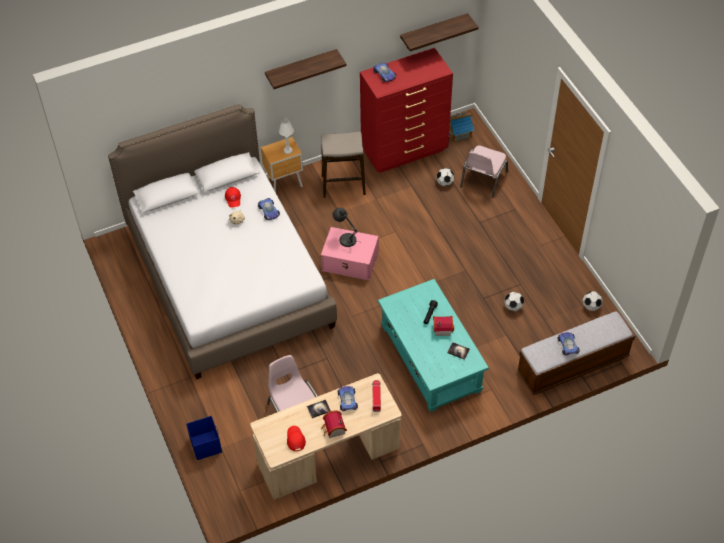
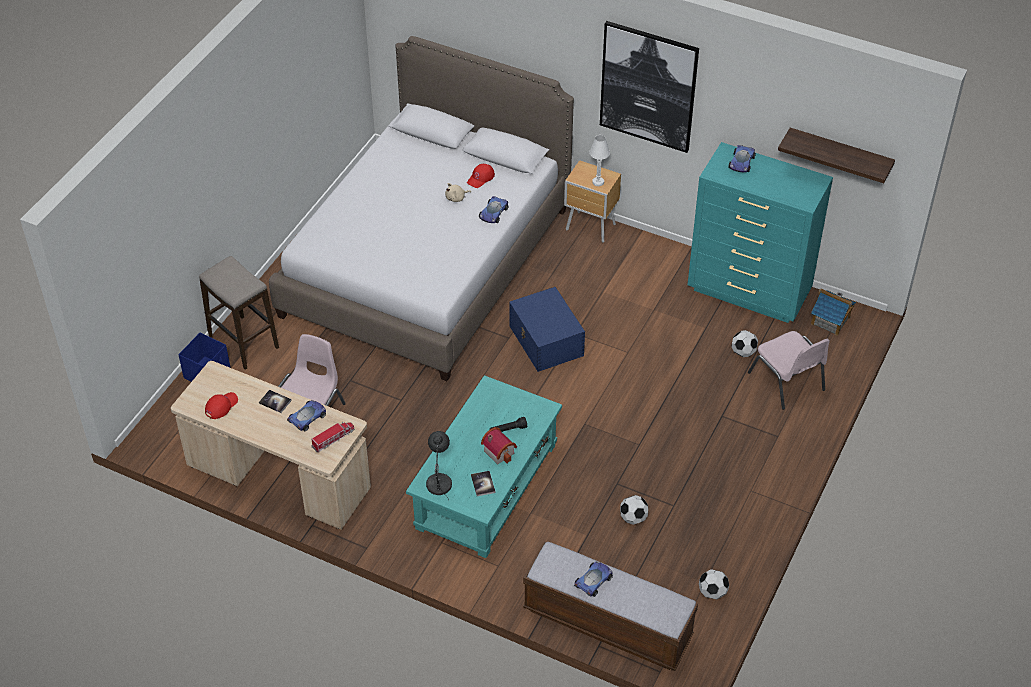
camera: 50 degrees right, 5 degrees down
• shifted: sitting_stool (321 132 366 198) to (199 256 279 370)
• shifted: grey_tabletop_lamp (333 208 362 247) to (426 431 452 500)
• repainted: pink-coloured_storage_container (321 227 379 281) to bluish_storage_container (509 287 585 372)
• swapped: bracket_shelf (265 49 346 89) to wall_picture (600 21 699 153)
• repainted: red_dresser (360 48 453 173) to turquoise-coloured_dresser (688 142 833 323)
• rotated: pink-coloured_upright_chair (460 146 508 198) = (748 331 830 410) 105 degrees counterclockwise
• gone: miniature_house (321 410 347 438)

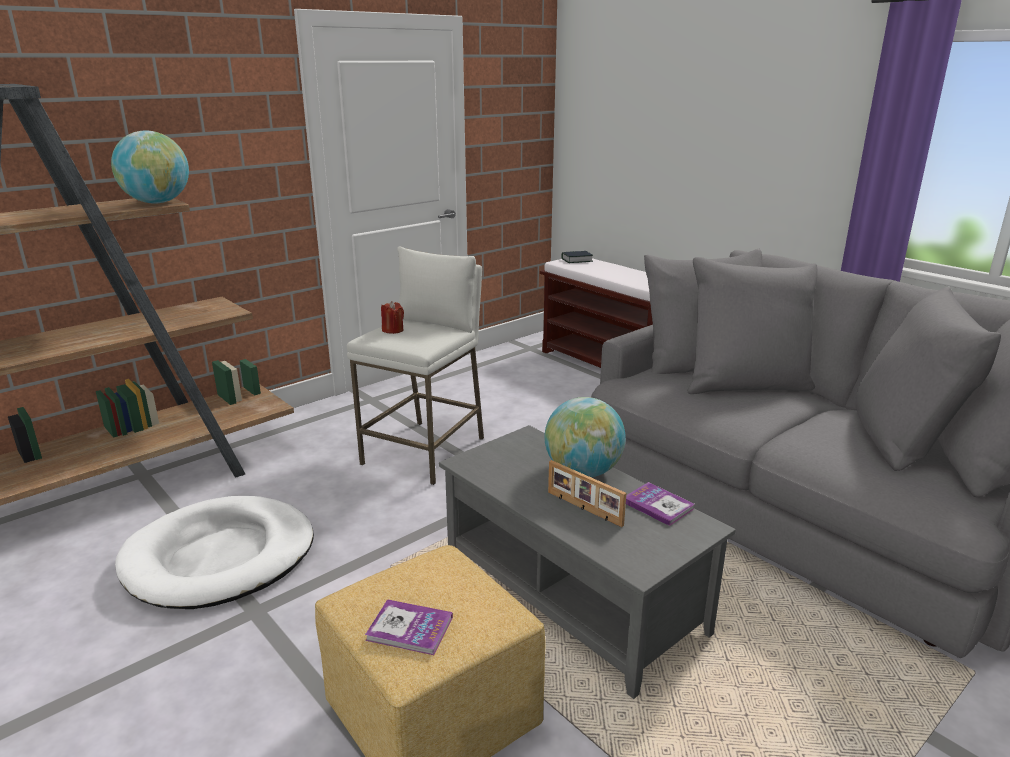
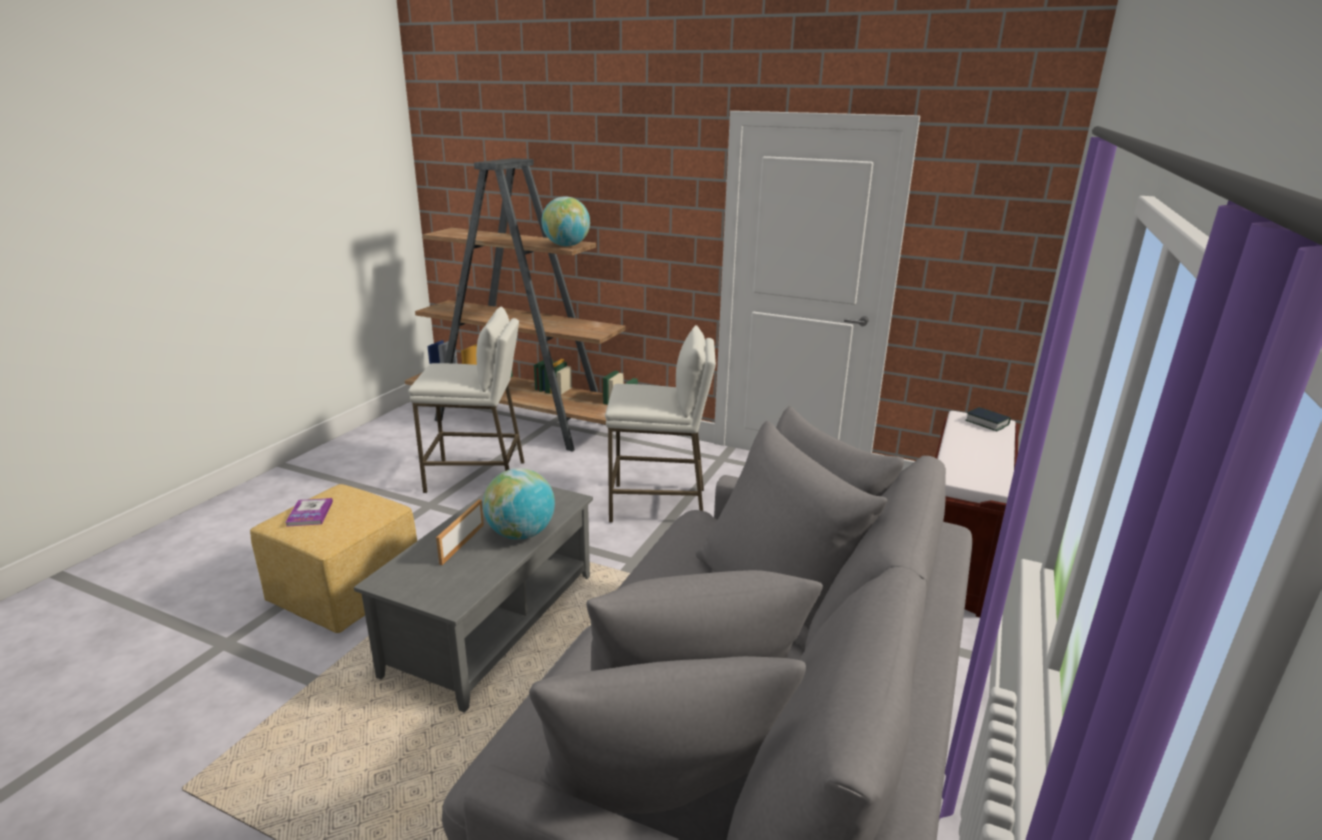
camera: 65 degrees right, 0 degrees up
• swapped: white-coloured_dog_bed (115 496 314 609) to white-coloured_sitting_stool (408 307 524 493)
• gone: red_candle (381 301 404 334)
• gone: bound_book (626 482 695 526)

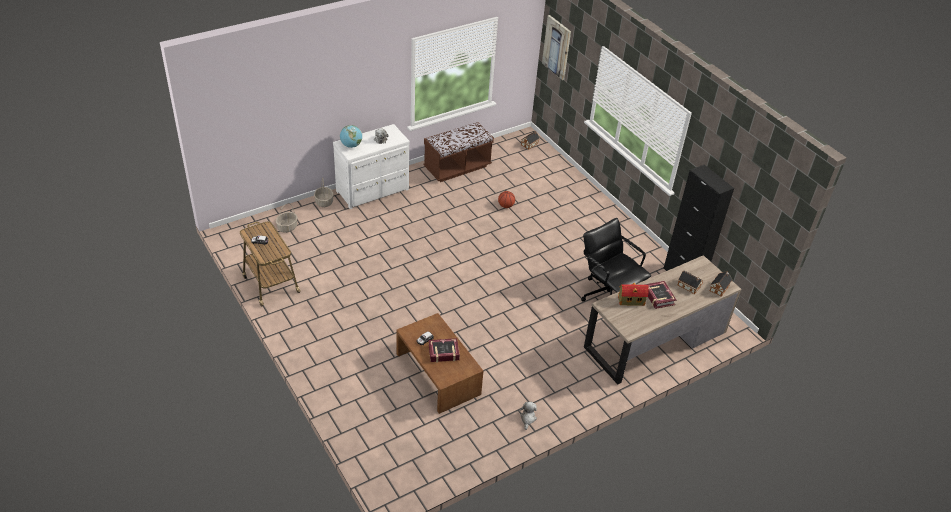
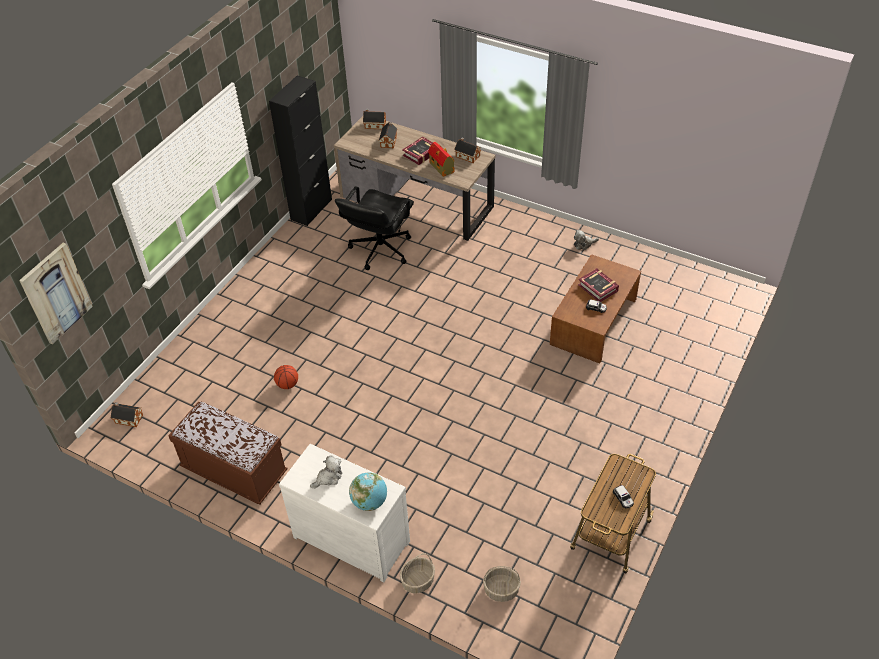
camera: 115 degrees left, 5 degrees up
• new: miniature_house (454 138 481 163)

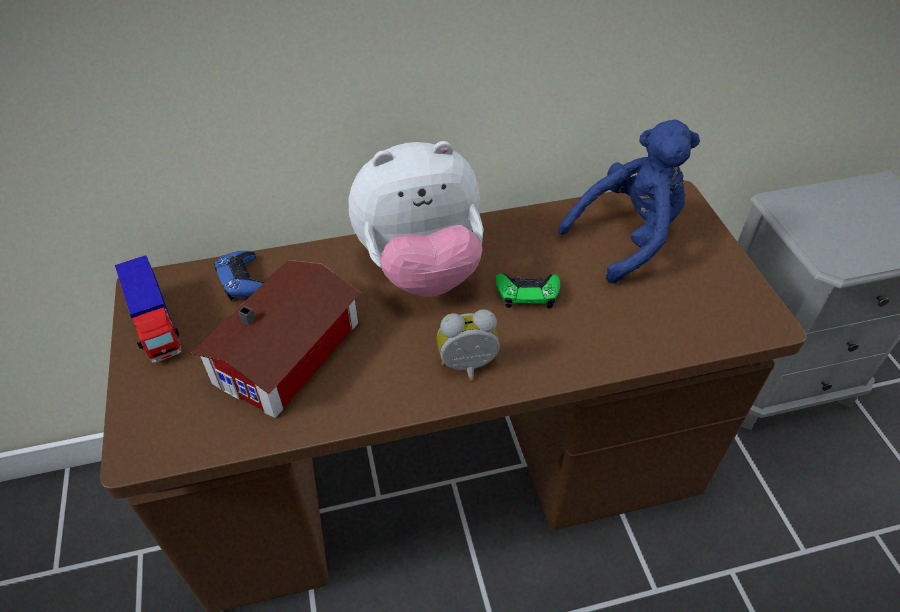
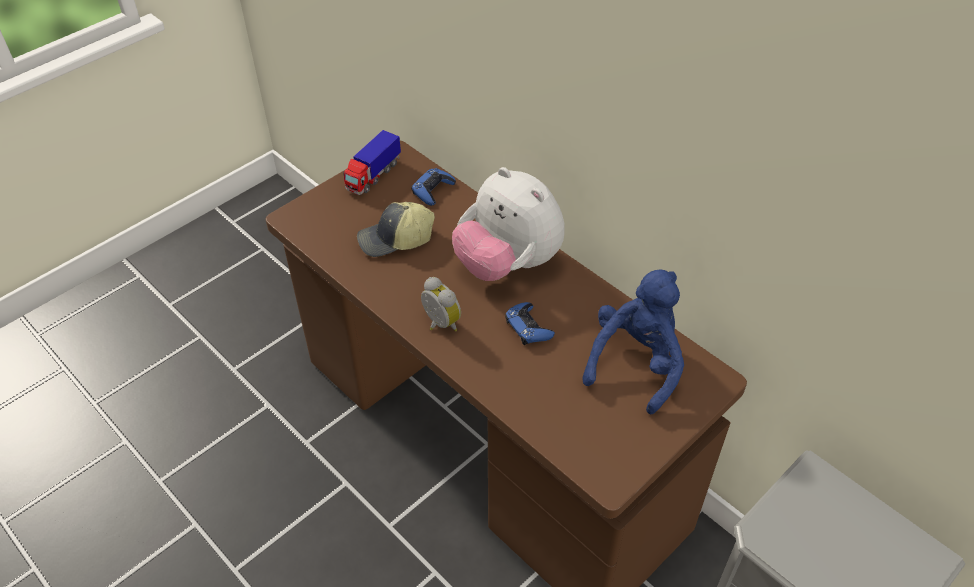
camera: 60 degrees right, 0 degrees up
• swapped: miniature_house (192 260 361 418) to baseball_cap (357 202 435 257)
• repainted: green-coloured_game_controller (496 273 560 309) to bluish_game_controller (505 302 555 345)
• rotated: bluish_cuddly_toy (558 119 700 284) = (582 269 684 415) 90 degrees counterclockwise

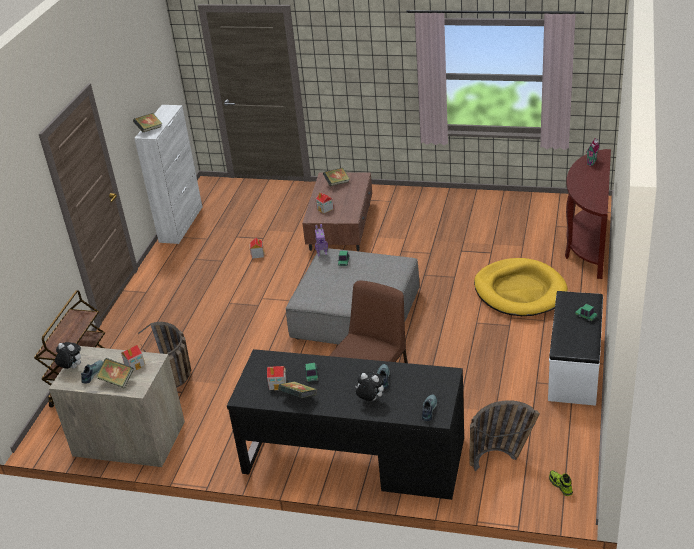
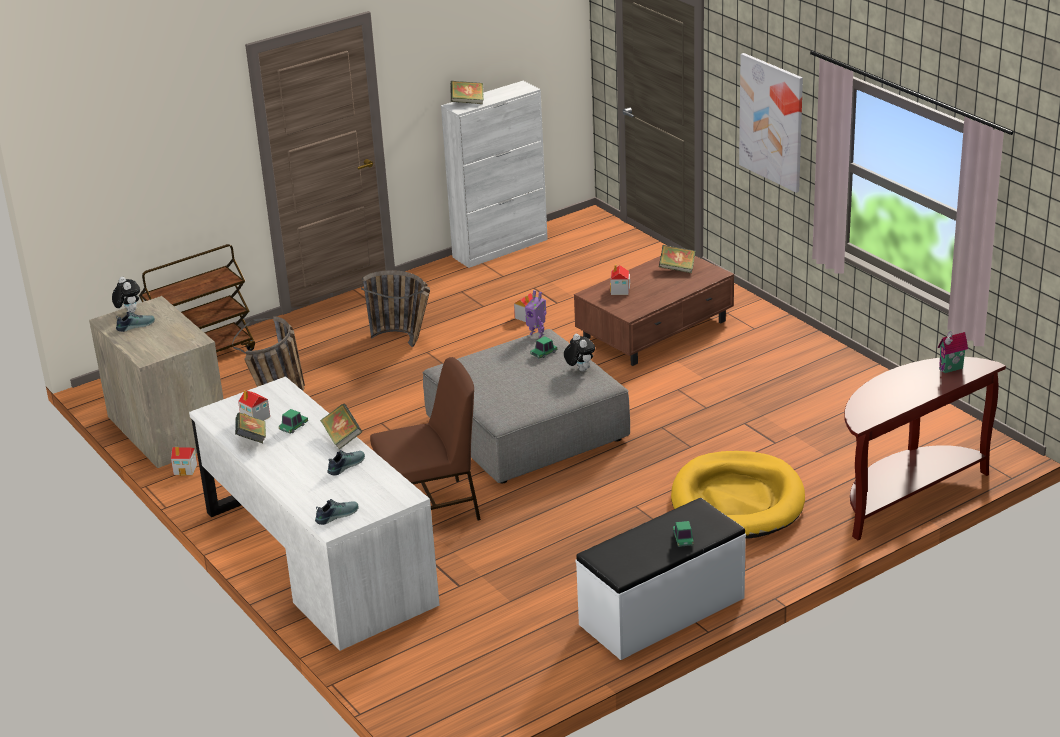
camera: 40 degrees right, 5 degrees down
• shifted: miniature_house (121 345 145 371) to (171 447 197 476)
• repainted: blackish_desk (227 349 464 500) to white-coloured_desk (189 376 440 651)
• shifted: bound_book (96 358 134 389) to (320 404 363 450)
• shifted: household_basket (469 400 540 471) to (361 270 430 347)
• shifted: cuddly_toy (355 372 384 401) to (564 334 595 371)
• new: wall_picture (739 53 803 193)
• gone: item_of_footwear (549 470 573 496)

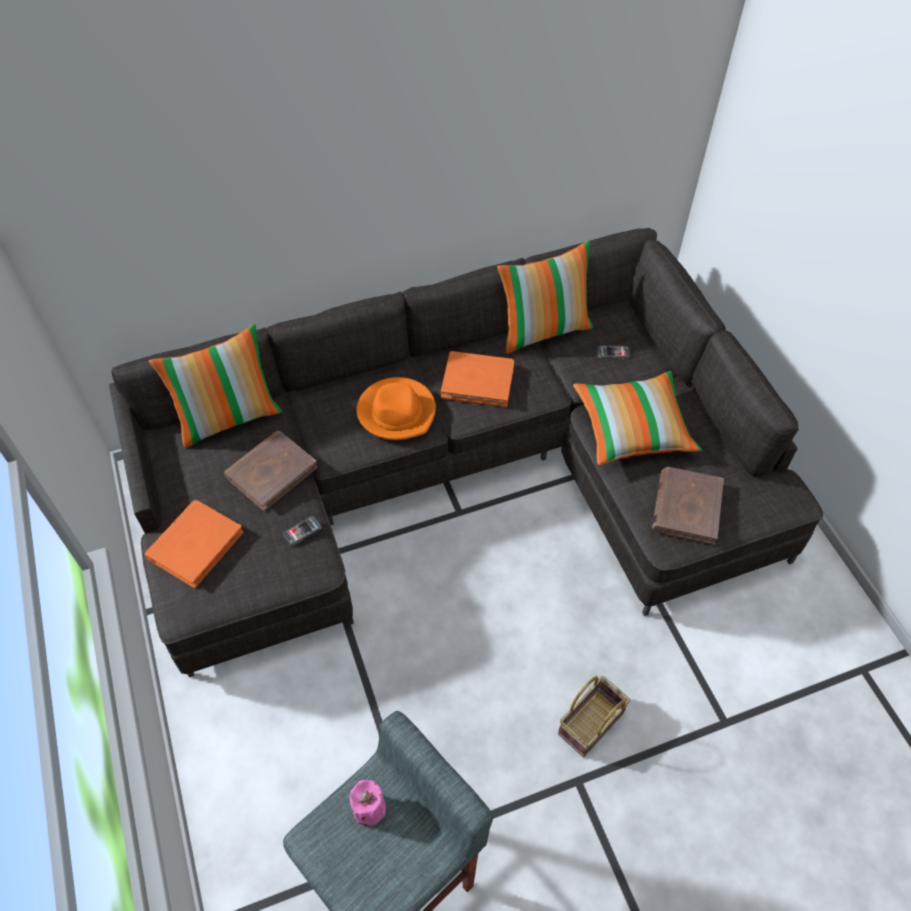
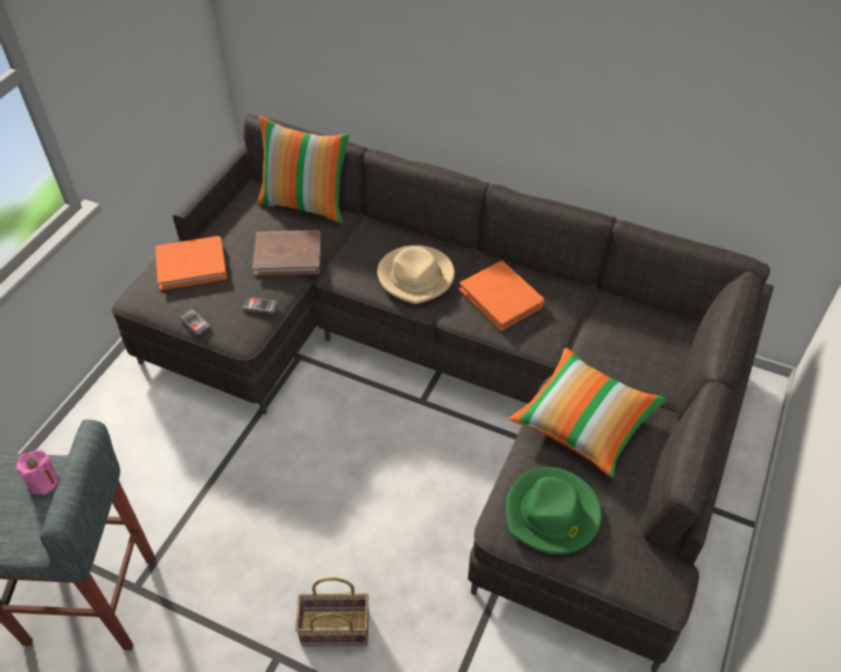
camera: 45 degrees right, 5 degrees down
• shifted: handset (597 345 630 359) to (179 309 211 335)
• repainted: orangey_clothing_hat (356 377 436 440) to sand-coloured_clothing_hat (377 245 455 304)
• swapped: brownish_bound_book (652 467 724 545) to green-coloured_clothing_hat (506 467 602 554)
• gone: cushion (497 240 593 354)

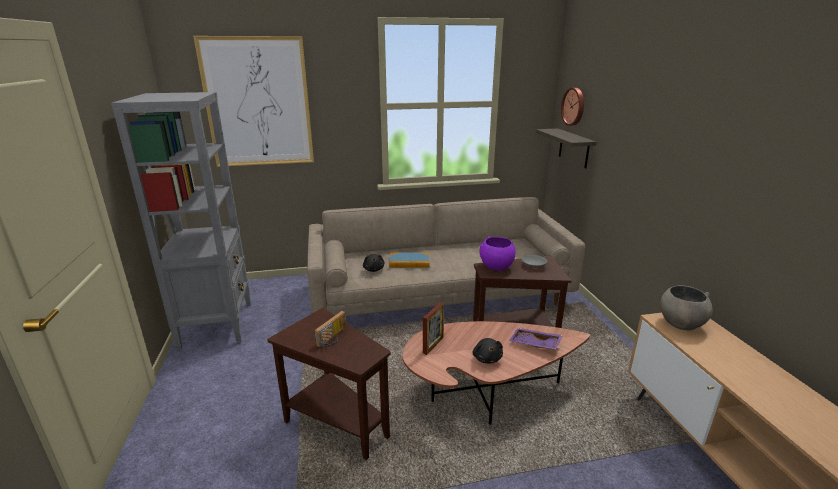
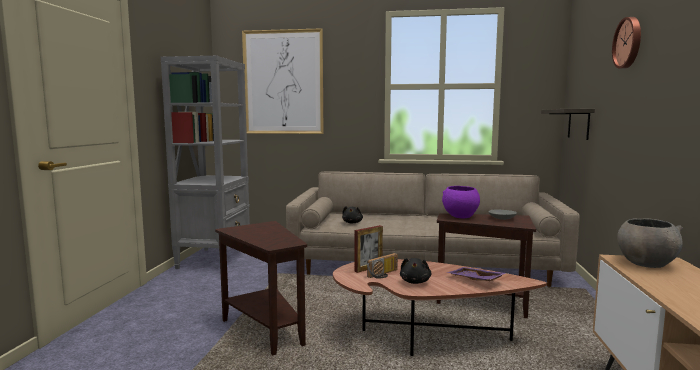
camera: 20 degrees right, 15 degrees down
• shifted: radio (314 311 346 347) to (367 253 398 279)
• shifted: clock_on_the_wall (561 88 584 126) to (612 17 641 69)
• gone: bound_book (389 252 429 268)

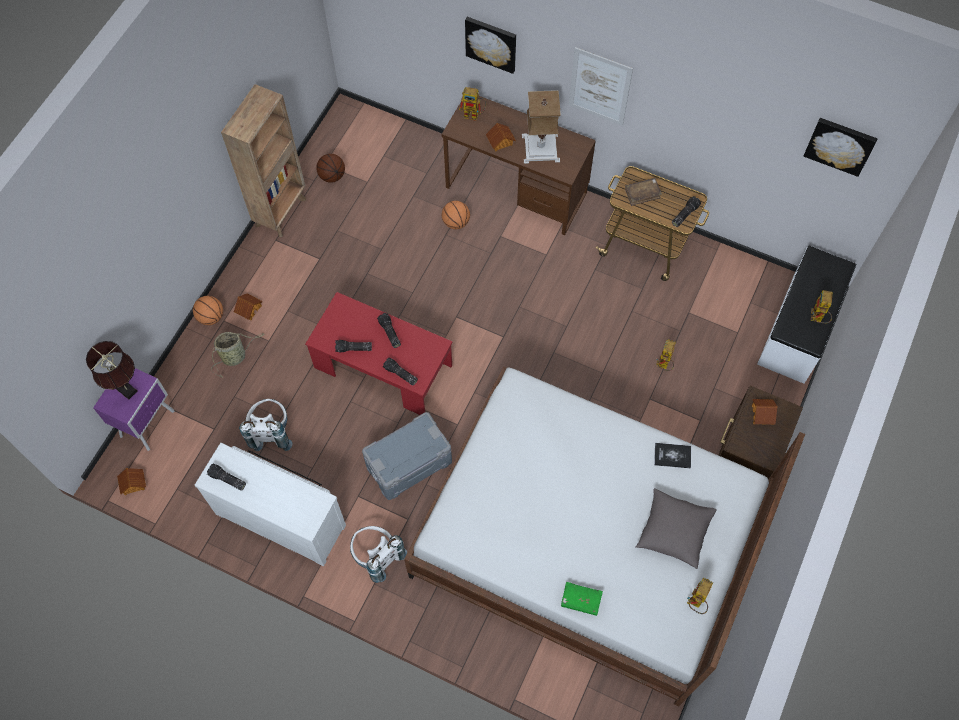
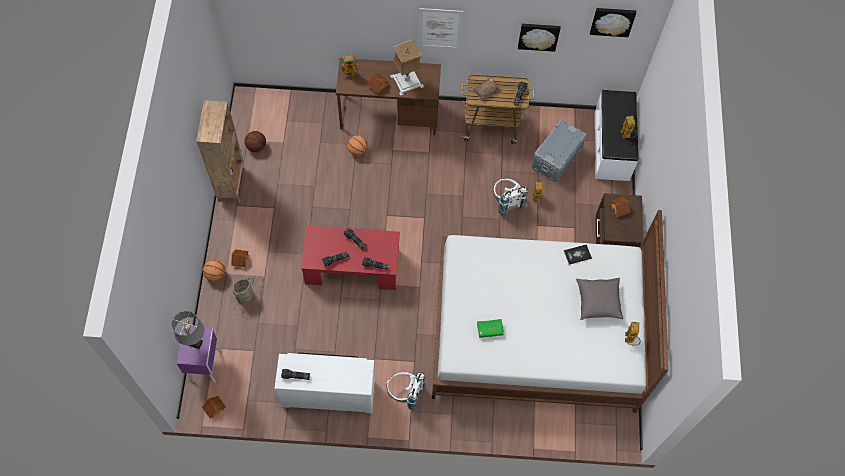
camera: 25 degrees left, 0 degrees up
• repainted: brownish_tabletop_lamp (86 341 137 400) to grey_tabletop_lamp (172 311 205 349)
• shifted: green-coloured_bound_book (561 582 603 616) to (477 319 504 338)
• shifted: white-coloured_knapsack (239 399 292 451) to (493 179 528 216)
• shifted: wall_picture (465 17 516 74) to (518 24 560 52)
• shifted: grey_storage_container (362 412 452 500) to (531 119 586 183)

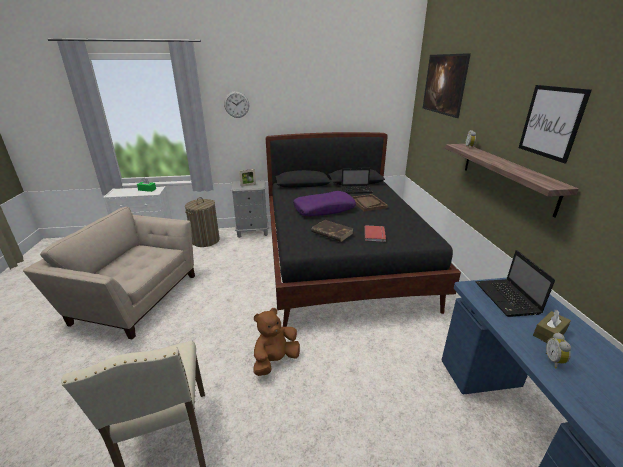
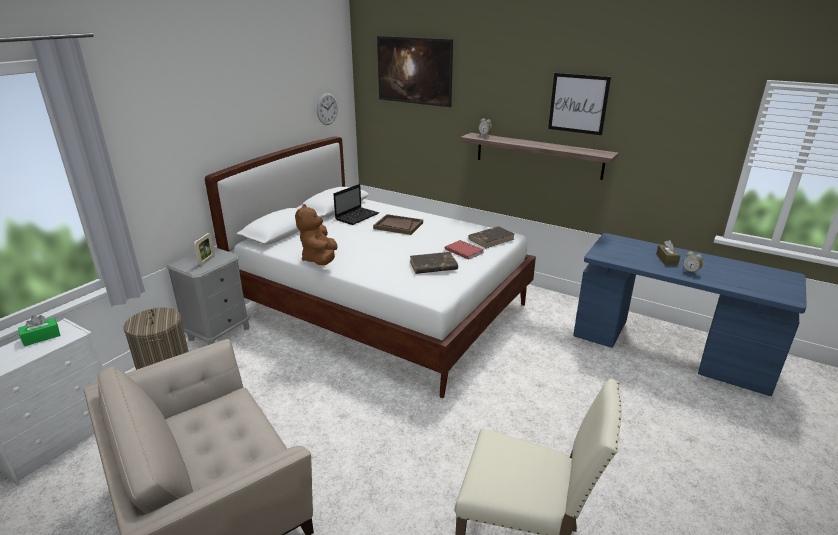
camera: 50 degrees left, 0 degrees up
• repainted: blackish_bed (266 132 461 327) to white-coloured_bed (205 136 536 398)
• shifted: brownish_cuddly_toy (253 308 300 376) to (295 204 338 265)
• shifted: clock_on_the_wall (224 91 249 118) to (317 93 338 125)
• new: brownish_bound_book (468 226 514 248)
• gone: purplish_cushion (293 191 356 216)
• gone: portable_computer (475 250 555 317)

